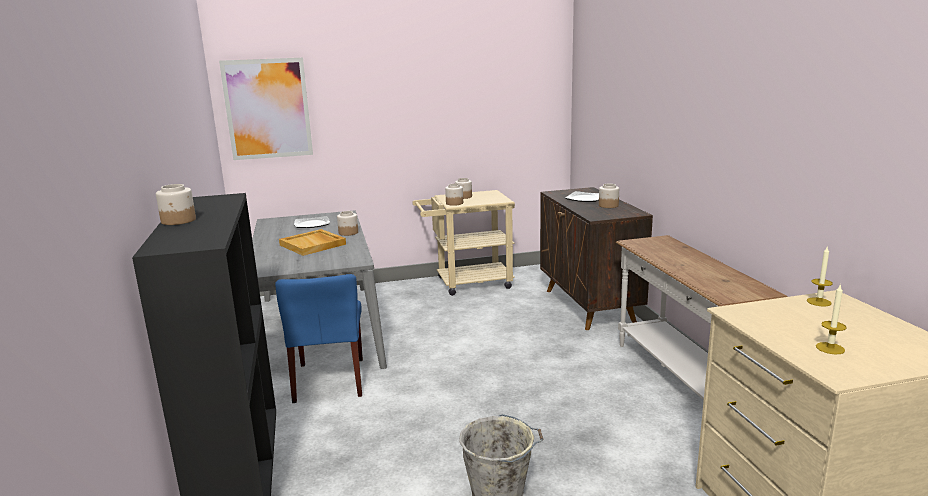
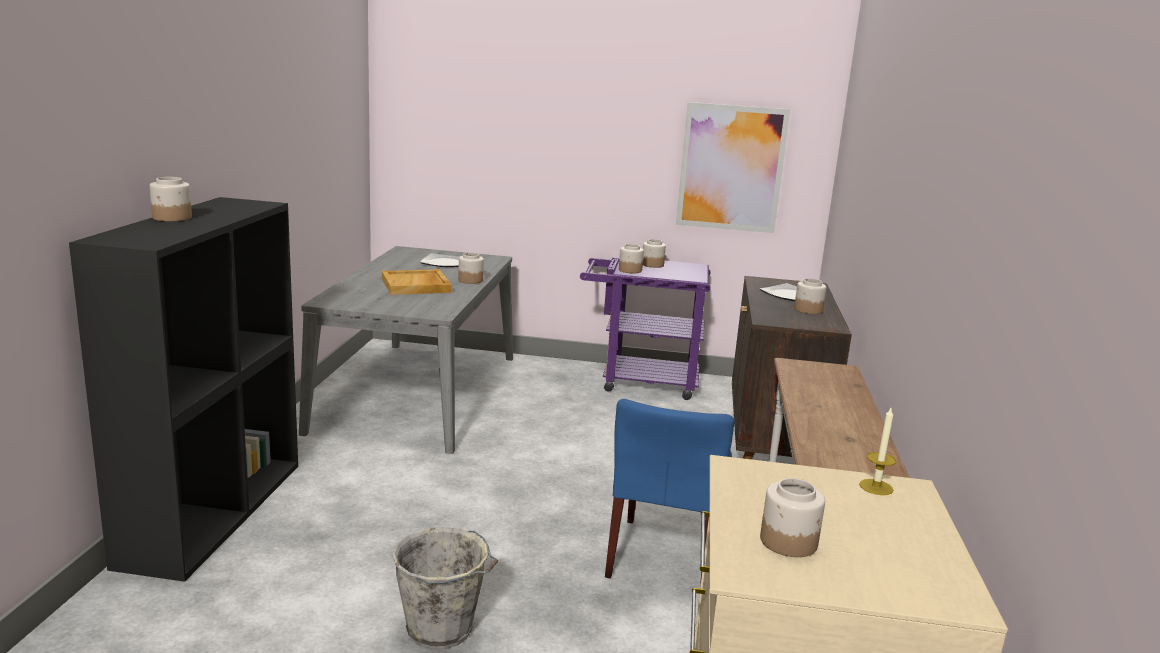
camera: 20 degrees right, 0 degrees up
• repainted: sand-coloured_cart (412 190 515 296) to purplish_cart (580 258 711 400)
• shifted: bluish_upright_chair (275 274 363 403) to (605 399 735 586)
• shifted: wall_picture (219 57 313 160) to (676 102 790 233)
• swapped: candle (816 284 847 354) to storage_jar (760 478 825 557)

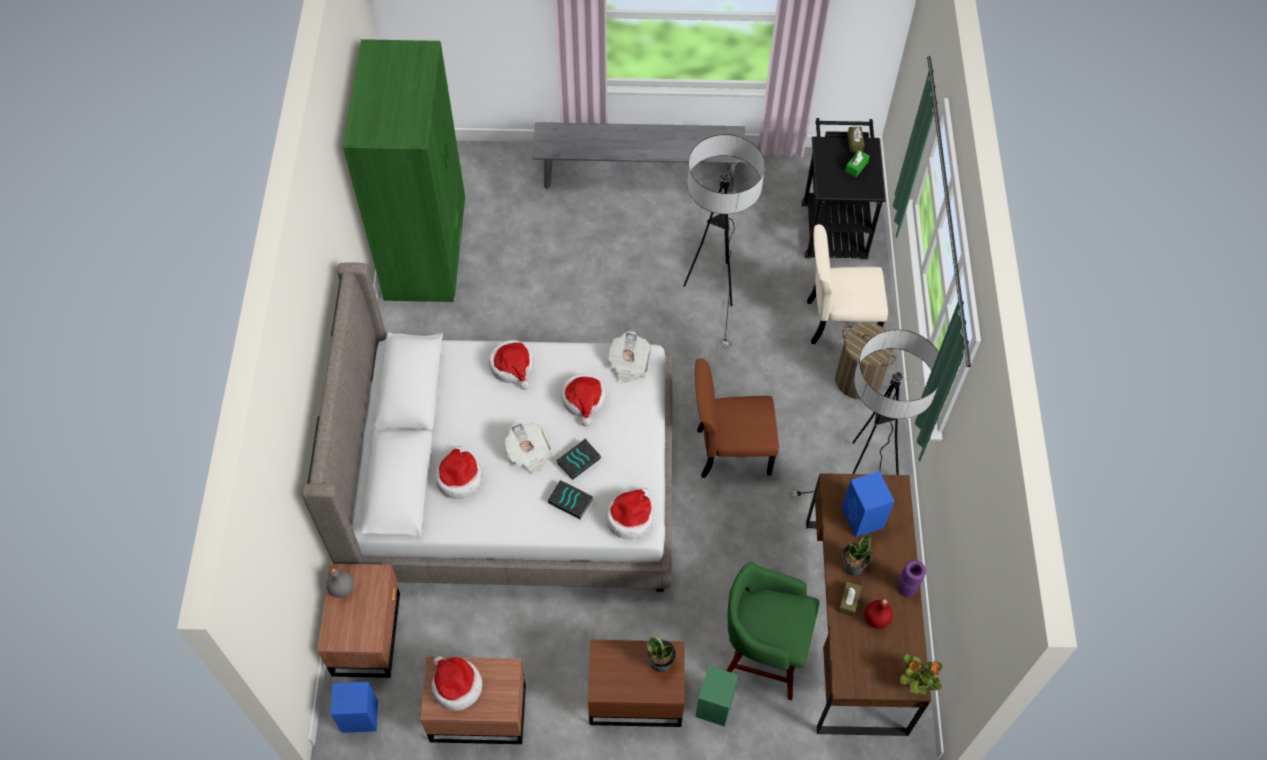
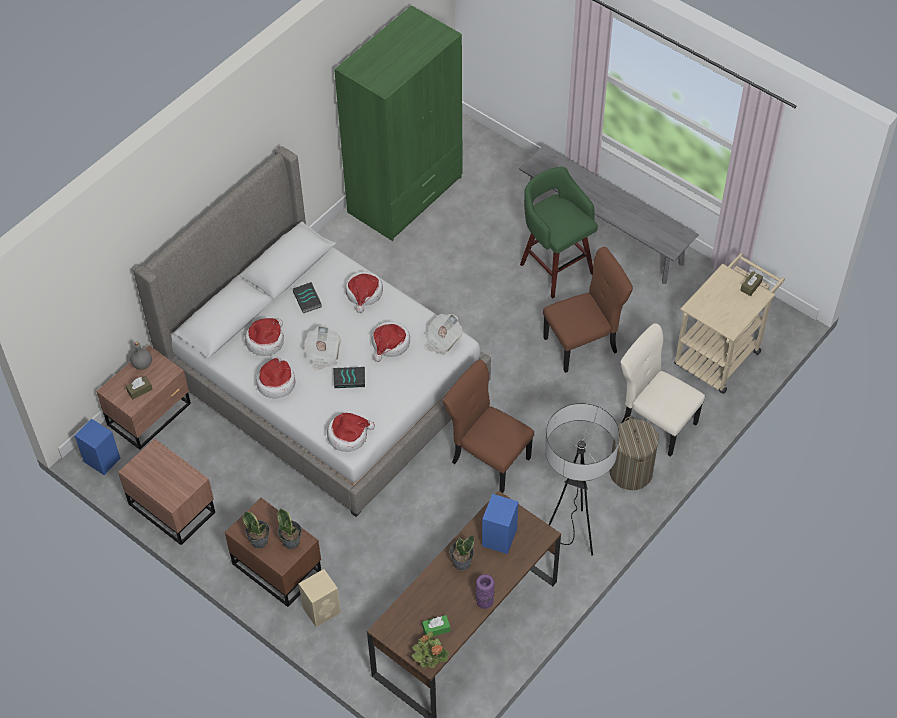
camera: 40 degrees right, 5 degrees down
• shifted: brownish_box_of_tissues (838 582 862 616) to (126 376 153 400)
• new: houseplant (243 512 270 549)
• shifted: clothing_hat (432 656 483 711) to (256 358 296 398)
• shifted: bound_book (548 480 593 519) to (293 282 322 313)
• repainted: green-coloured_speaker (695 665 738 726) to sand-coloured_speaker (299 569 341 627)
• shifted: green-coloured_box_of_tissues (845 150 870 177) to (422 615 450 636)
• shifted: green-coloured_sitting_stool (726 562 819 700) to (520 167 598 299)
• swapped: standard_lamp (683 134 765 349) to brownish_upright_chair (543 247 633 373)
• repainted: blackish_cart (802 118 886 260) to sand-coloured_cart (674 253 785 394)
• gone: red_drink_bottle (864 599 893 629)

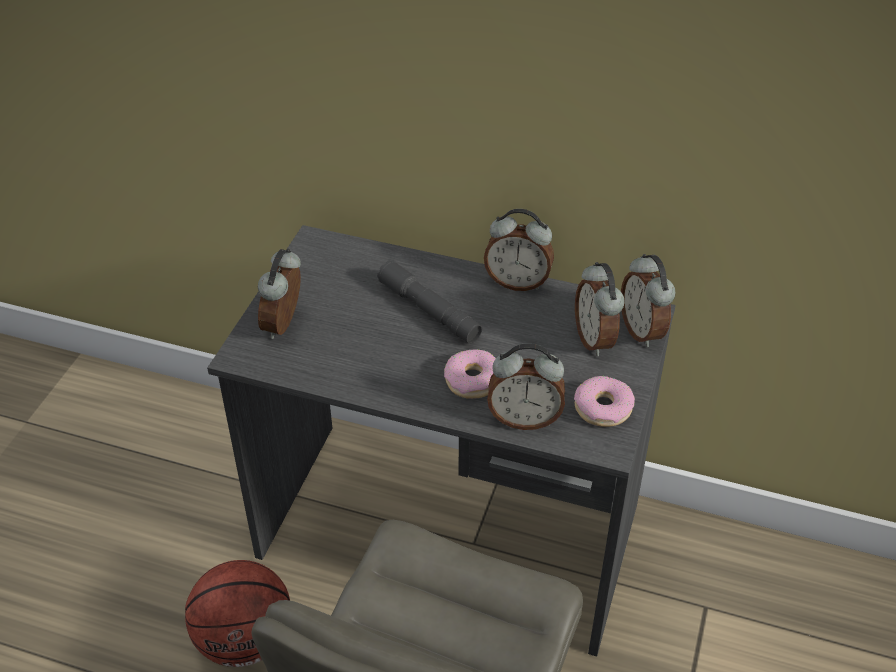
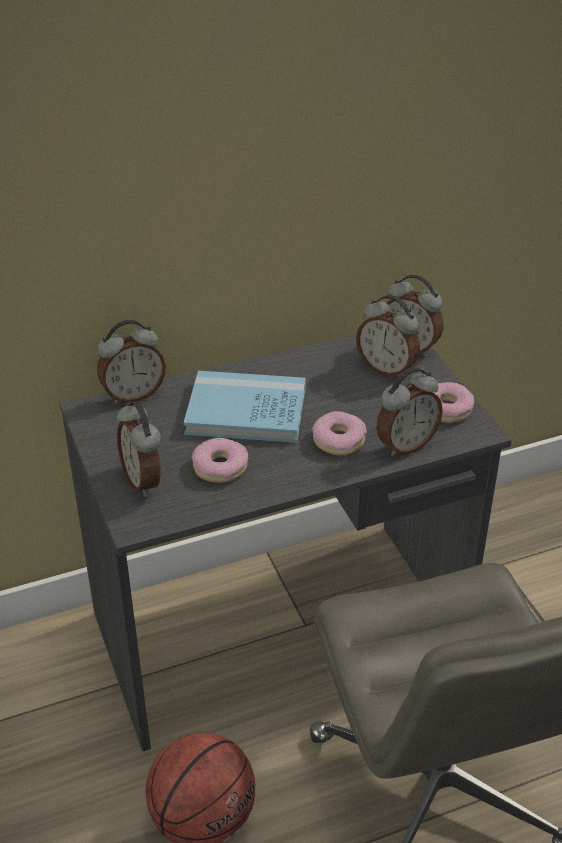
camera: 40 degrees left, 5 degrees down
• shifted: alarm_clock (484 209 554 291) to (97 320 166 404)
• swapped: grey_torch (377 260 482 344) to bluish_bound_book (184 371 306 443)
• new: donut (192 438 248 483)

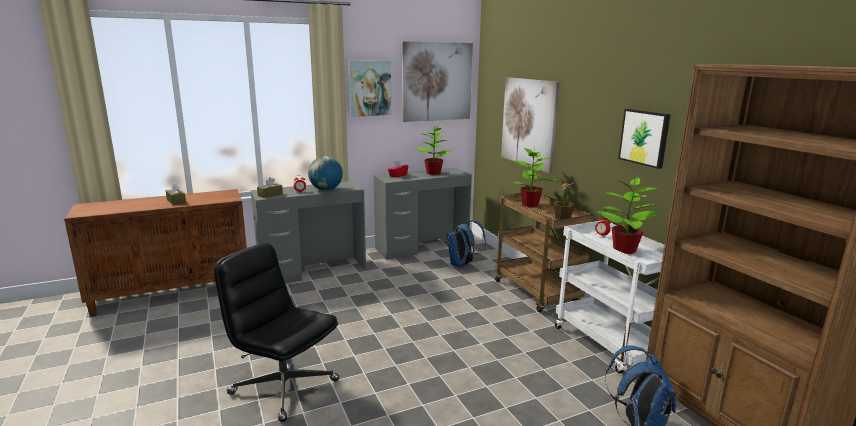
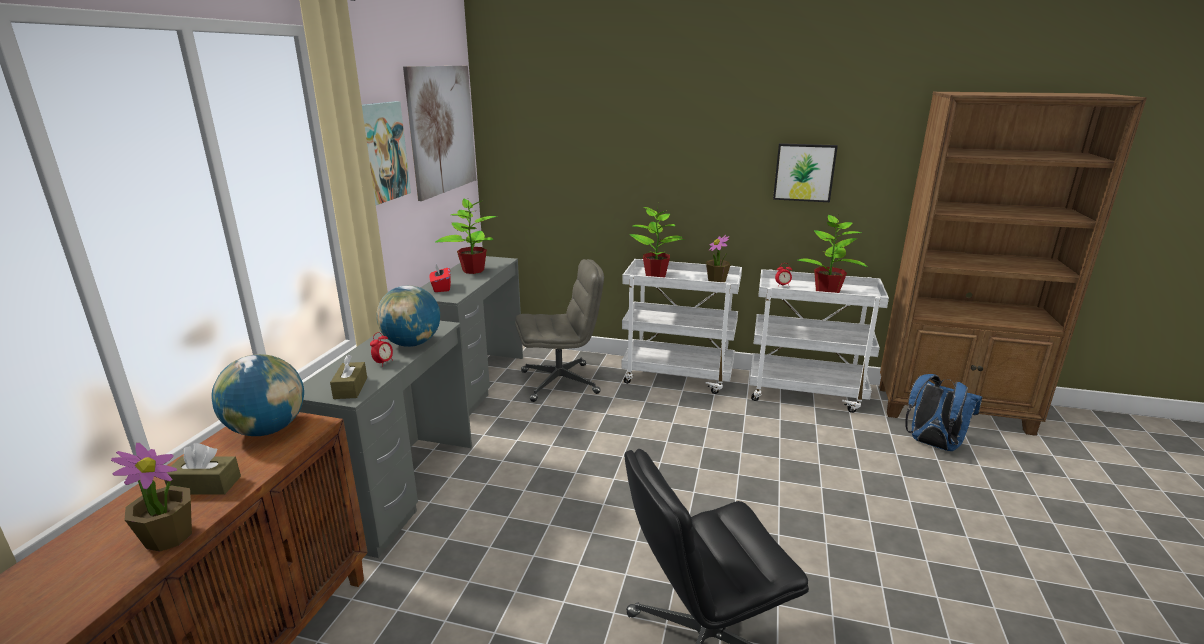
camera: 50 degrees left, 5 degrees up
• new: houseplant (111 443 192 551)
• new: desk_globe (211 354 304 436)
• swapped: bluish_knapsack (446 220 486 268) to grey_desk_chair (515 259 604 402)
• repainted: brownish_cart (495 193 594 312) to white-coloured_cart (621 259 742 394)
• gone: wall_picture (501 77 559 173)

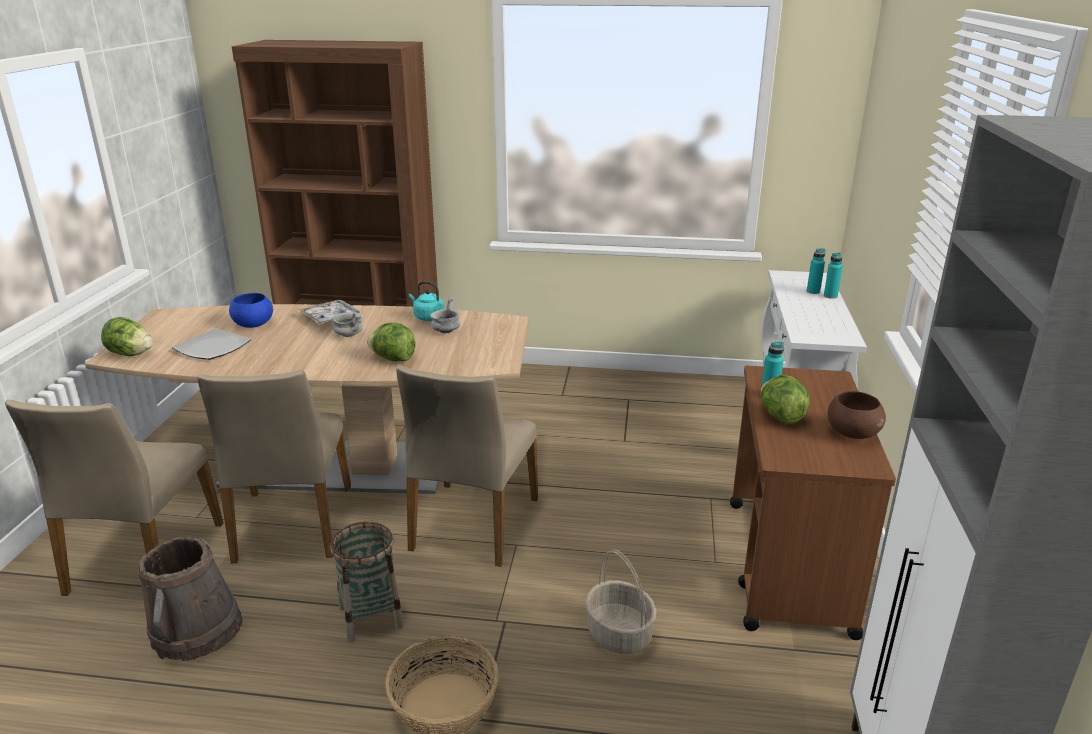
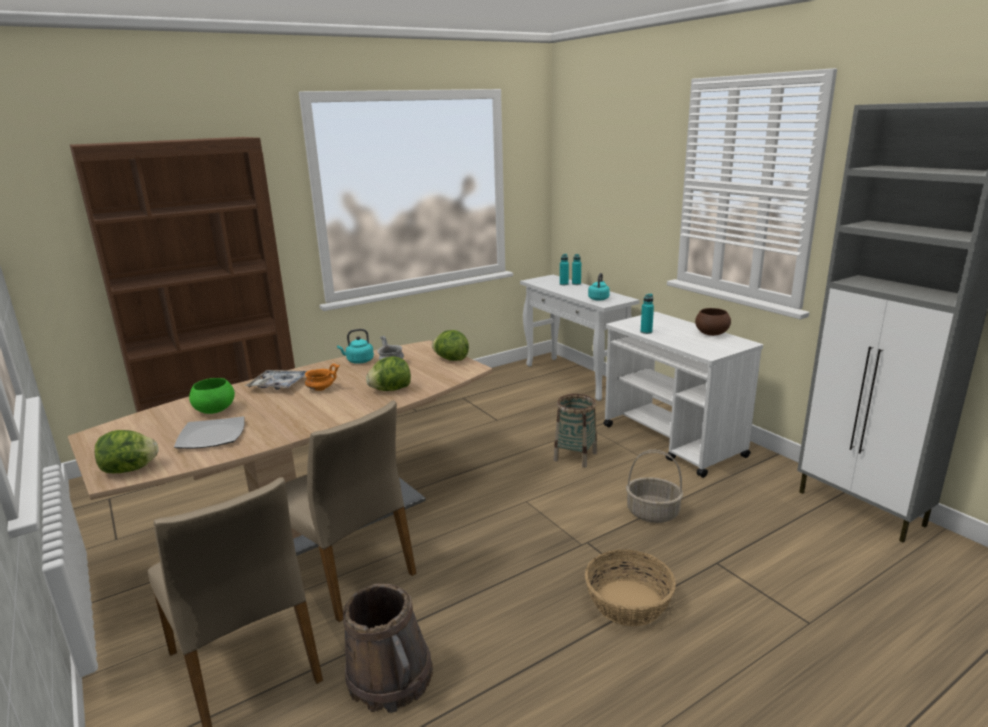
camera: 40 degrees left, 5 degrees down
• repainted: bluish_deep_dish (229 293 273 328) to green-coloured_deep_dish (189 378 235 414)
• repainted: grey_deep_dish (333 312 363 337) to orangey_deep_dish (305 364 340 391)
• shifted: lettuce_head (761 375 810 424) to (432 330 469 361)
• shifted: household_basket (330 522 404 642) to (554 394 597 468)
• new: turquoise-coloured_tea_kettle (588 273 610 301)
• repainted: brownish_cart (730 366 896 640) to white-coloured_cart (603 312 763 478)
• gone: sand-coloured_upright_chair (396 365 538 567)

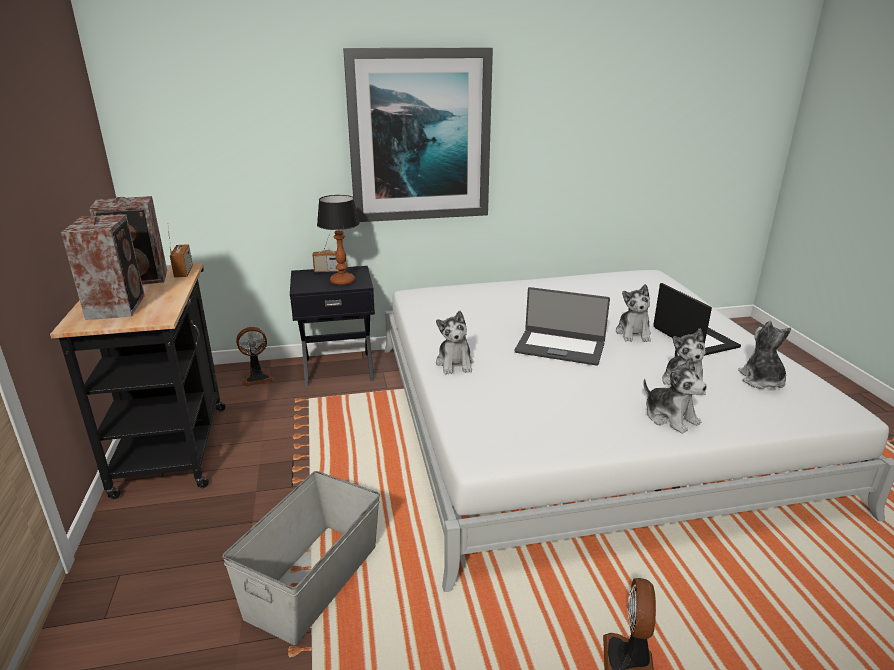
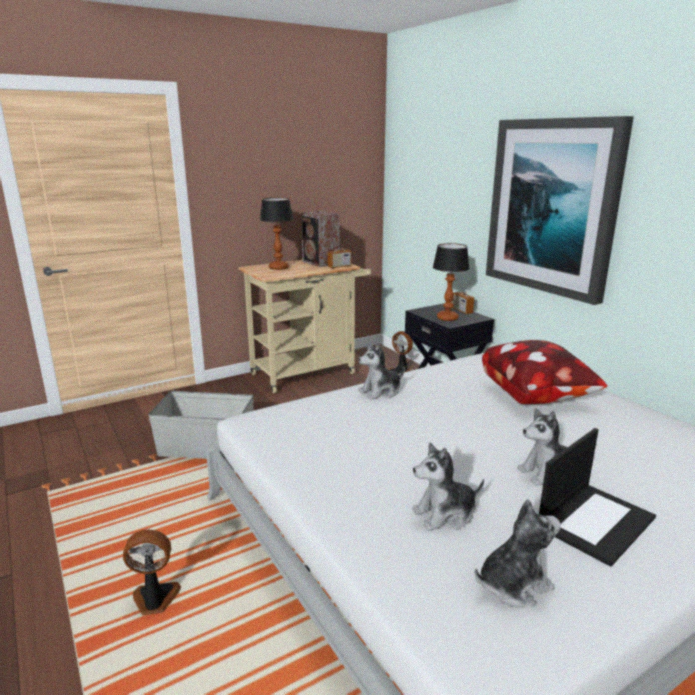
camera: 70 degrees right, 5 degrees down
• repainted: blackish_cart (50 263 225 499) to sand-coloured_cart (238 260 371 393)
• swapped: speaker (61 214 145 320) to tabletop_lamp (260 198 294 270)
• new: cushion (482 340 608 404)
• gone: portable_computer (514 287 610 366)
• gone: cuddly_toy (644 357 707 434)

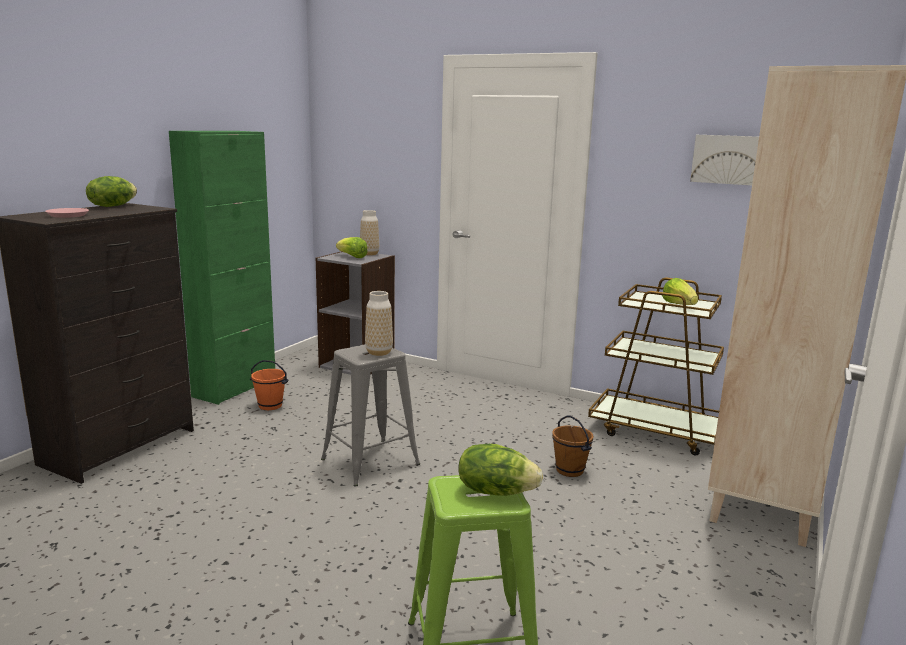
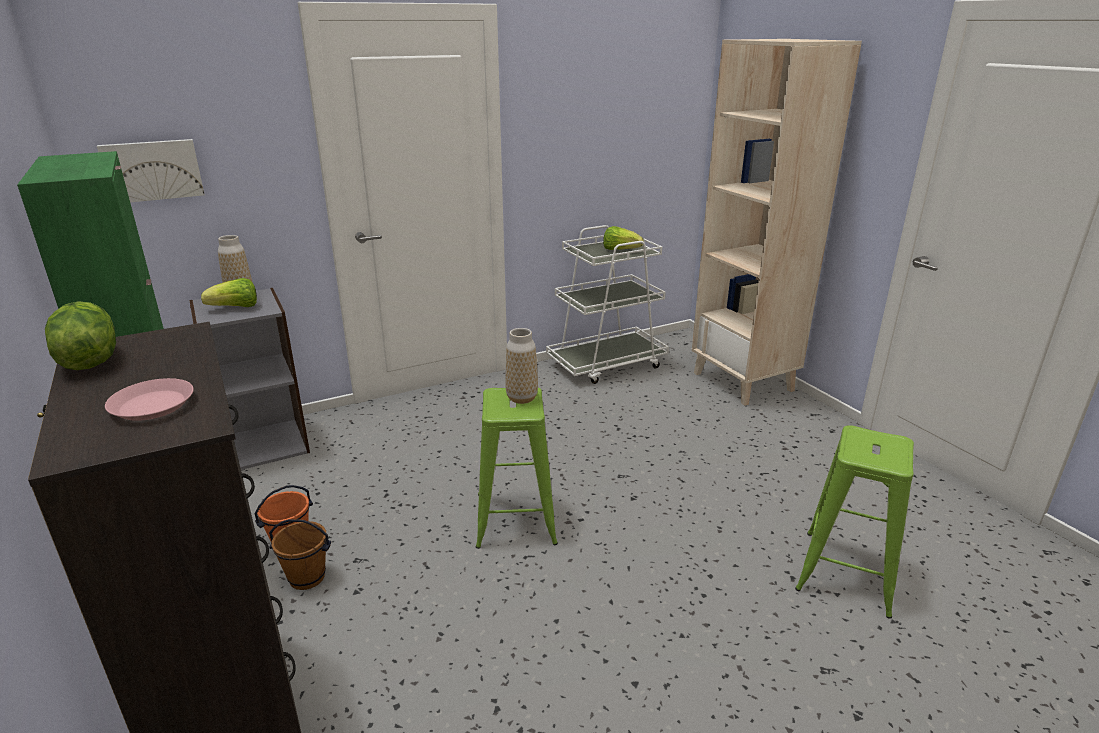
camera: 55 degrees left, 10 degrees up
• shifted: wall_picture (690 135 759 185) to (97 139 205 202)
• shifted: brownish_water_bucket (552 416 594 477) to (269 519 331 590)
• repainted: grey_sitting_stool (321 344 420 486) to green-coloured_sitting_stool (476 388 558 549)
• repainted: brownish_cart (588 278 724 456) to white-coloured_cart (546 225 669 384)
• gone: lettuce_head (458 444 543 496)

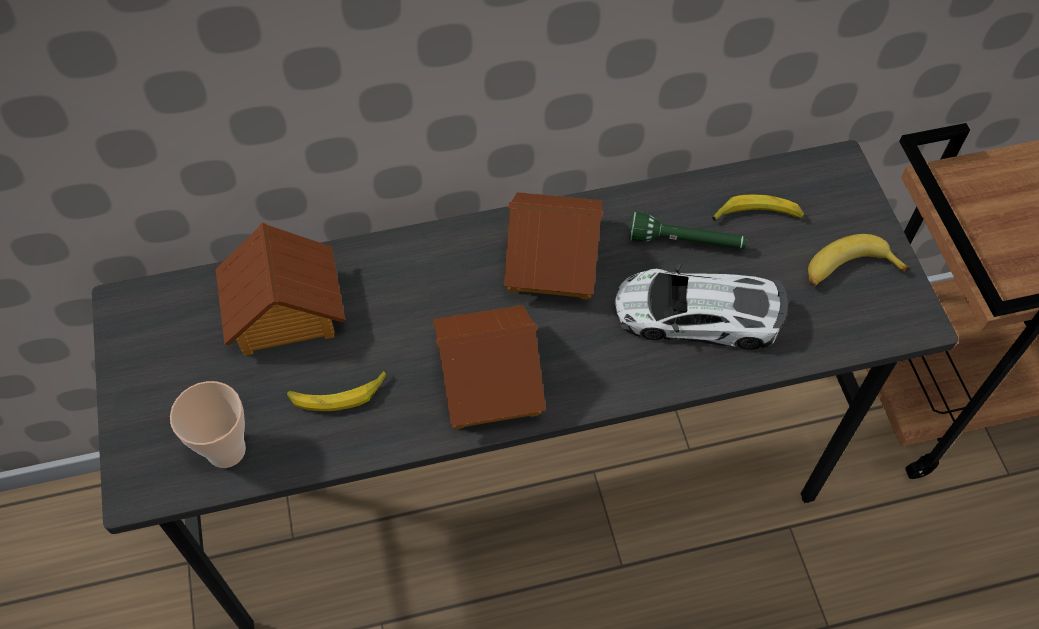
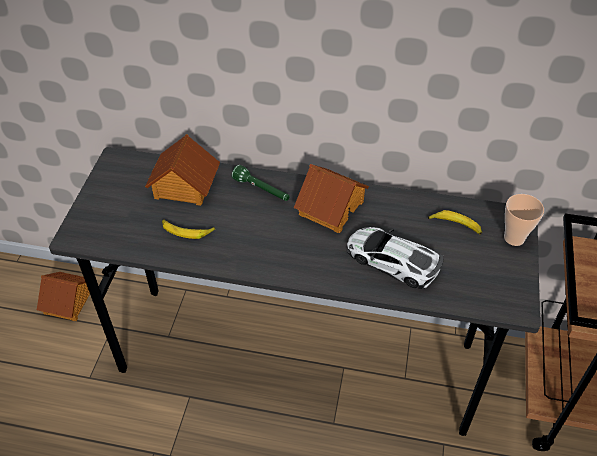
camera: 25 degrees right, 10 degrees down
• shifted: miniature_house (433 305 546 429) to (37 272 90 321)
• shifted: green-coloured_torch (629 212 747 249) to (232 165 290 201)
• shifted: drinking_cup (170 381 246 468) to (504 194 544 246)
• gone: whole_banana (808 234 910 286)

